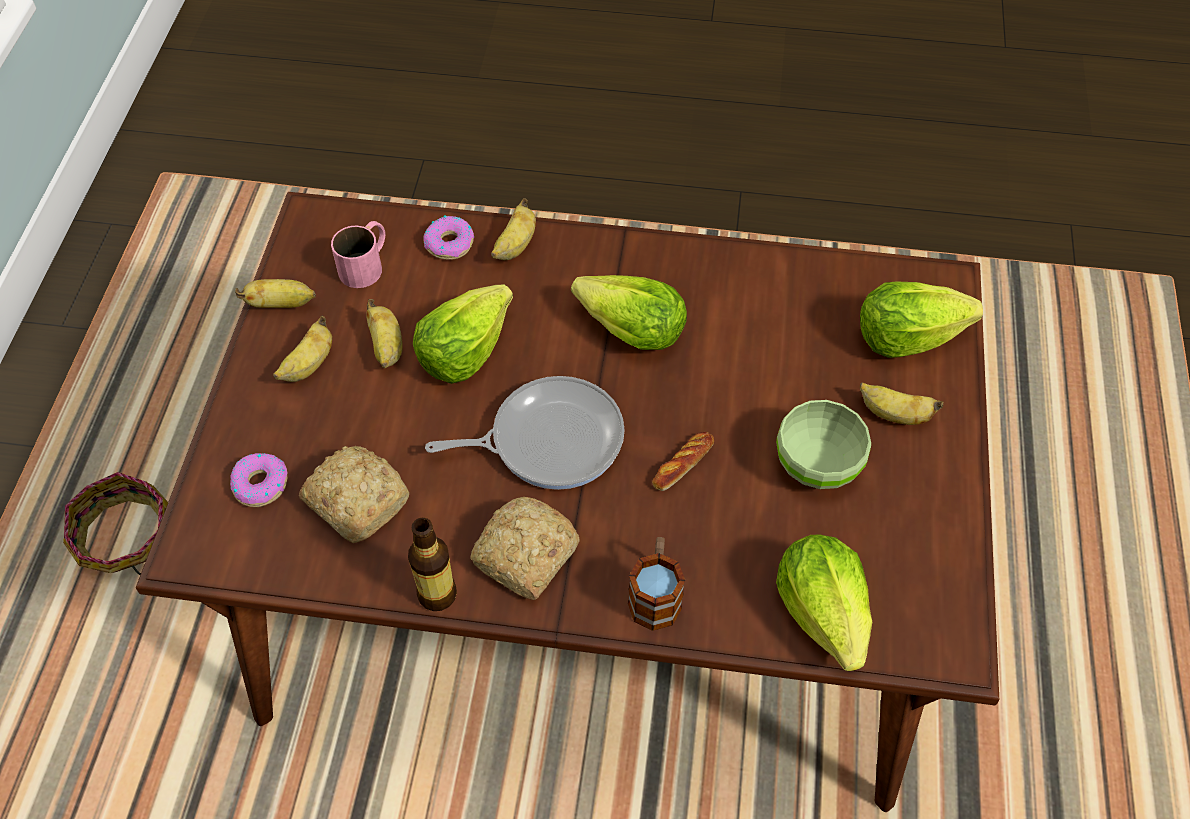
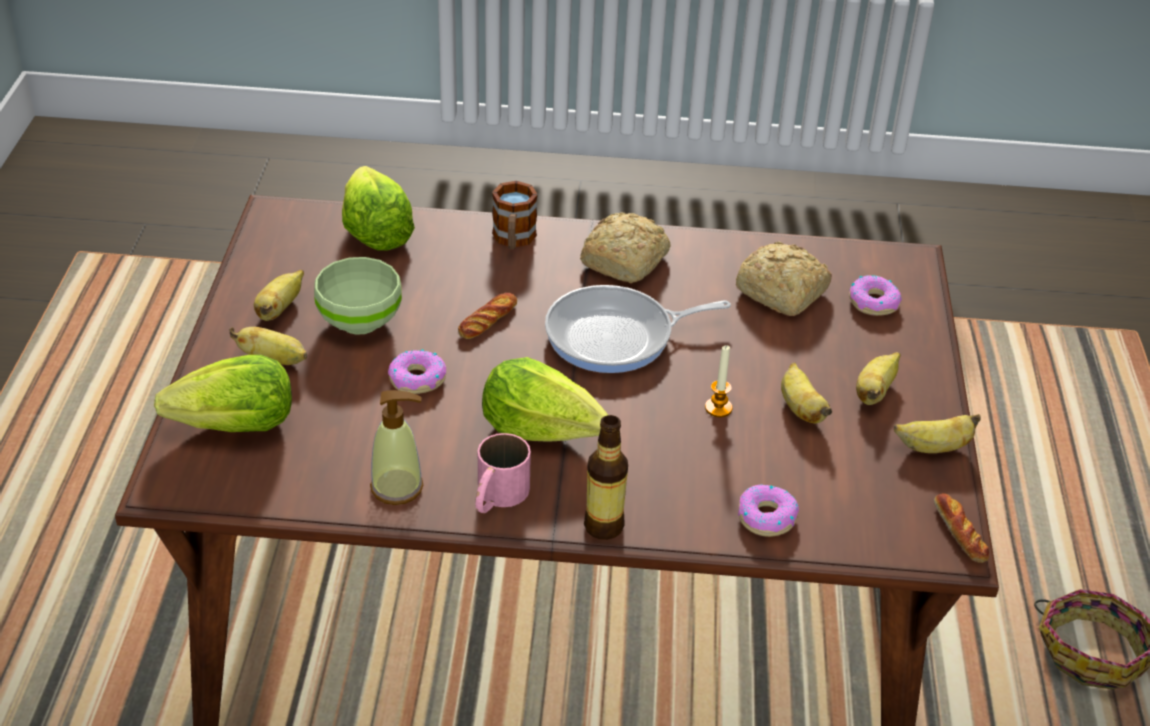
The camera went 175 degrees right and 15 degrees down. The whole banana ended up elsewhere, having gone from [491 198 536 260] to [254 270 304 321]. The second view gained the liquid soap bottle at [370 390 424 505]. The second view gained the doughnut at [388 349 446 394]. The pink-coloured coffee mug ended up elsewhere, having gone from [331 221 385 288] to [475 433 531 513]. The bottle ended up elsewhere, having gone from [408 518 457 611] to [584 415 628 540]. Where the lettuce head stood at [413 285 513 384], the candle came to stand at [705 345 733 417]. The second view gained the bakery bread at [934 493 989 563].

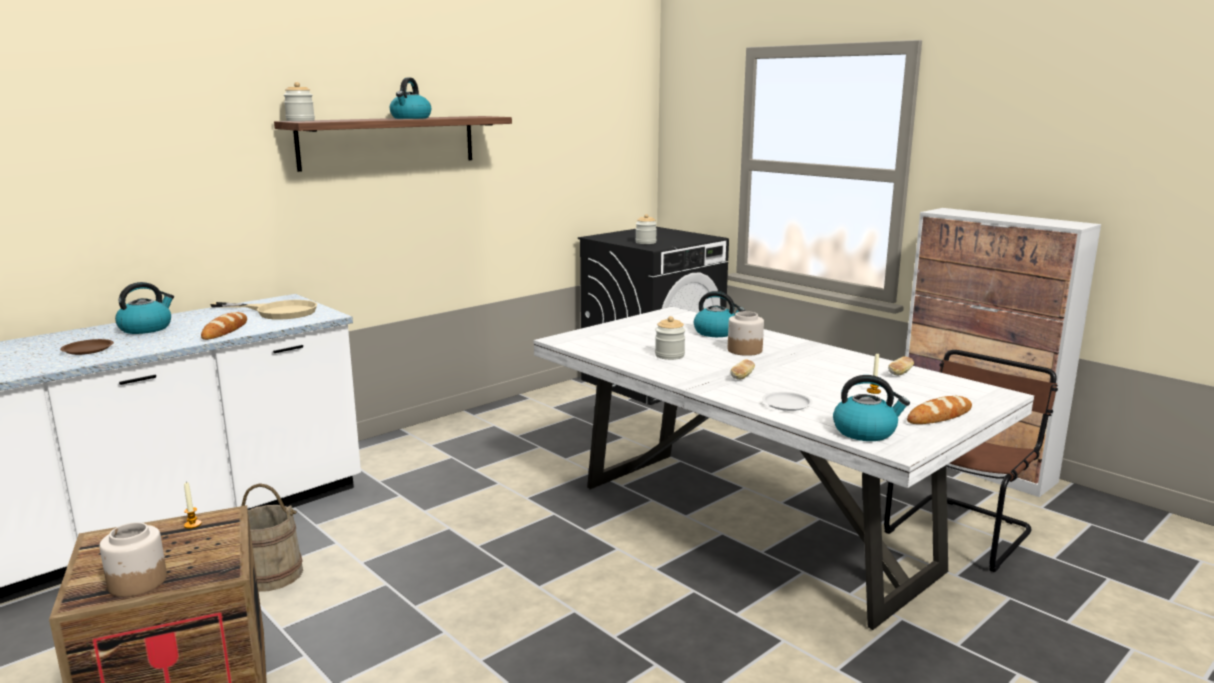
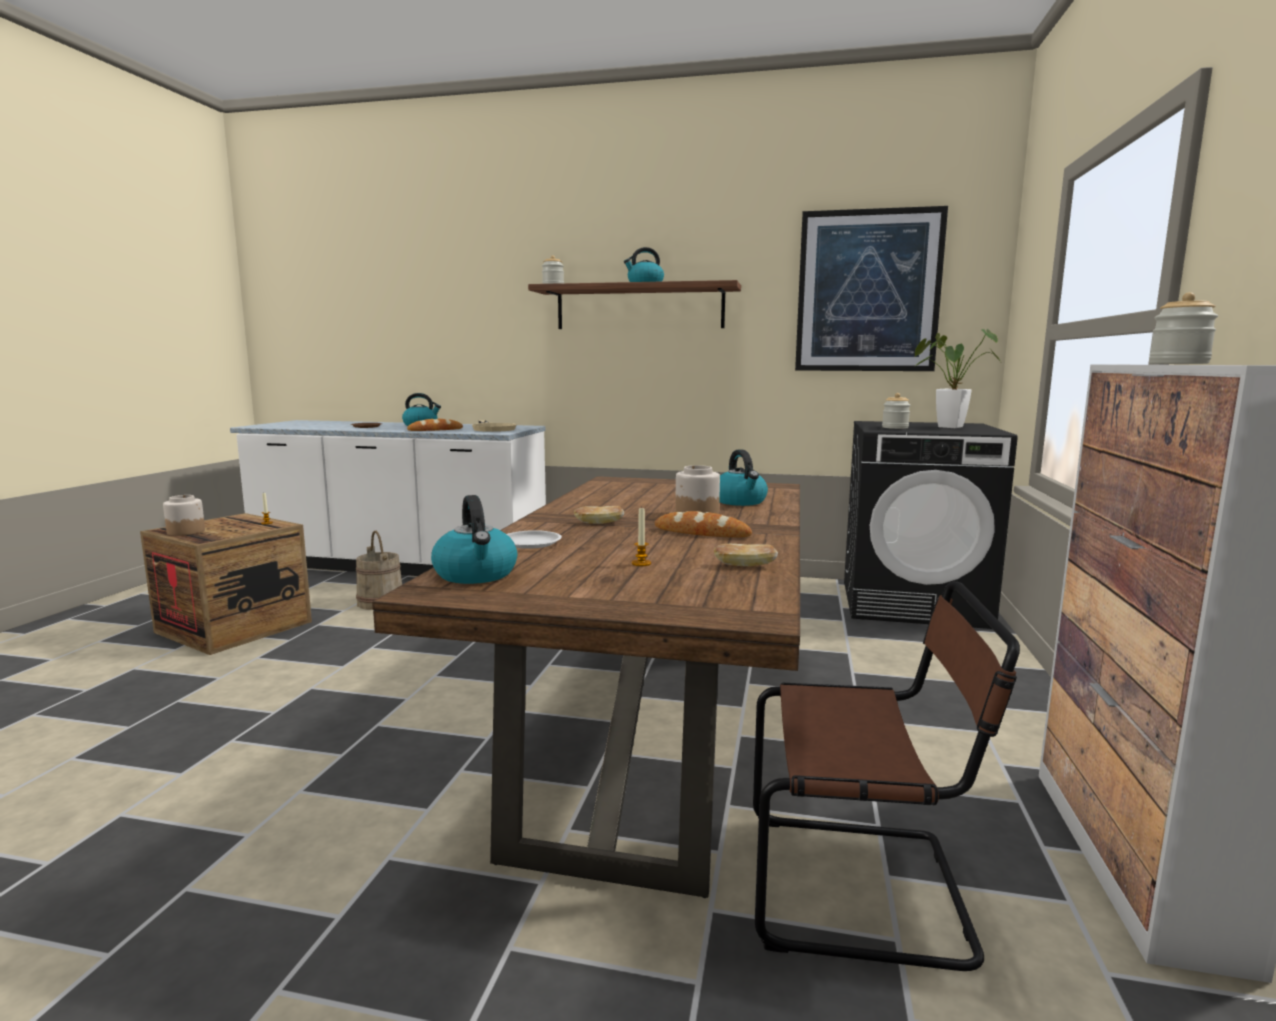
The camera went 55 degrees right and 5 degrees down. What was the whitish kitchen table at [534 307 1034 630] turned into the brown-coloured kitchen table at [372 476 800 898]. The bakery bread ended up elsewhere, having gone from [907 396 972 424] to [655 511 752 538]. The second view gained the wall art at [795 206 948 371]. The second view gained the houseplant at [914 329 1001 428]. The jar ended up elsewhere, having gone from [655 316 686 360] to [1149 292 1218 364].

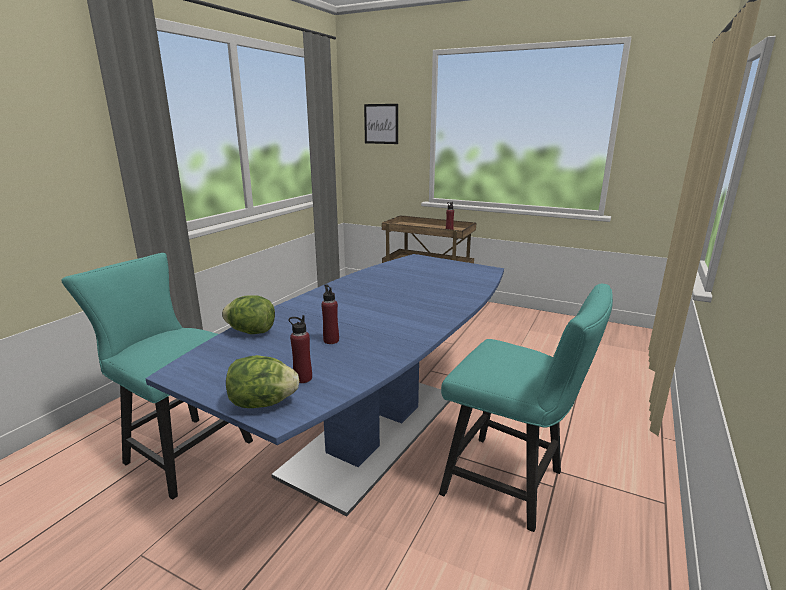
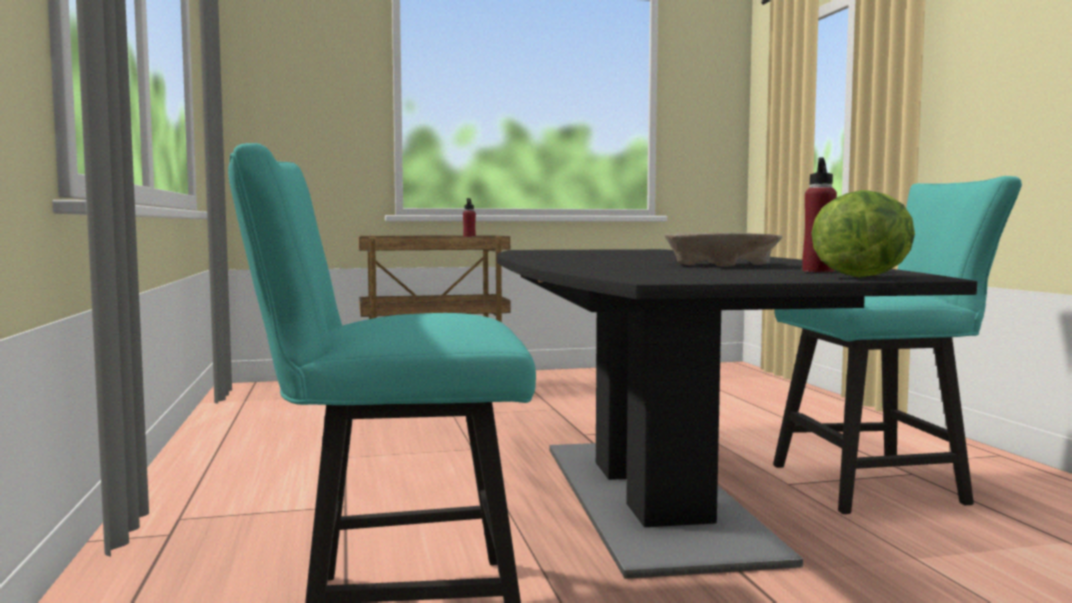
The camera went 40 degrees left and 15 degrees down. What was the blue kitchen table at [146 254 504 516] turned into the blackish kitchen table at [497 249 977 579]. Where the red-coloured bottle stood at [321 284 339 344], the beige-coloured serving bowl came to stand at [665 233 782 267]. The second view lost the lettuce head at [222 295 275 334]. The second view lost the wall art at [364 104 398 144].

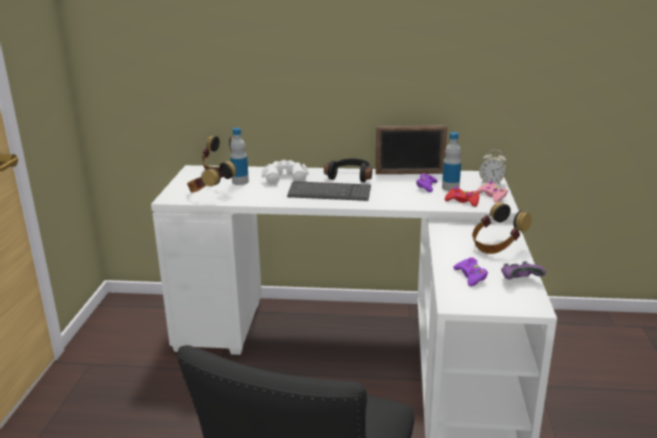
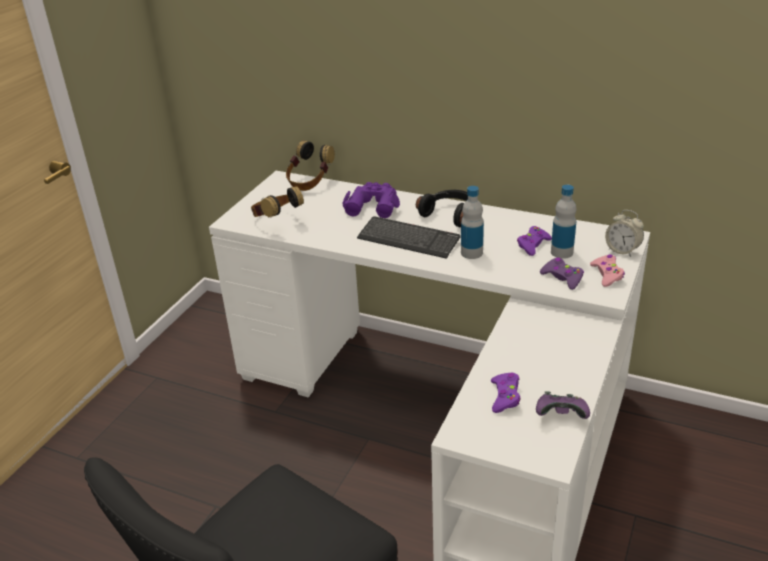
The camera went 20 degrees right and 10 degrees up. What was the whitish binoculars at [261 160 309 185] turned into the purple binoculars at [342 182 400 218]. The bottle ended up elsewhere, having gone from [230 128 249 185] to [461 186 484 259]. What was the red-coloured gamepad at [445 187 479 207] turned into the purple gamepad at [540 258 584 290]. The second view lost the standing frame at [375 125 447 174]. The second view lost the headphones at [472 202 532 254].

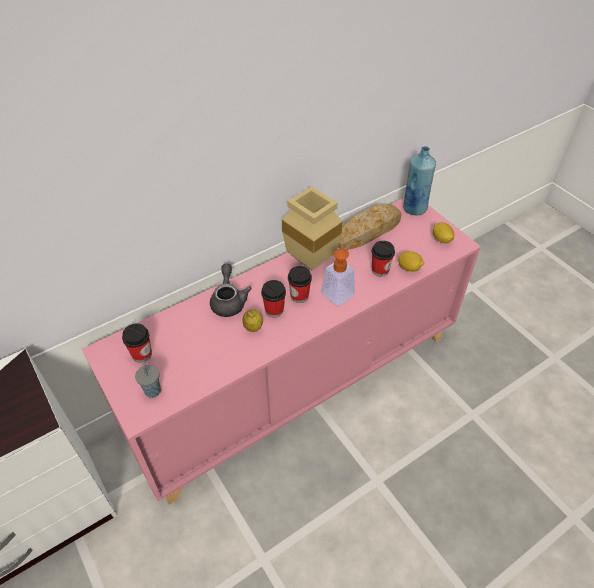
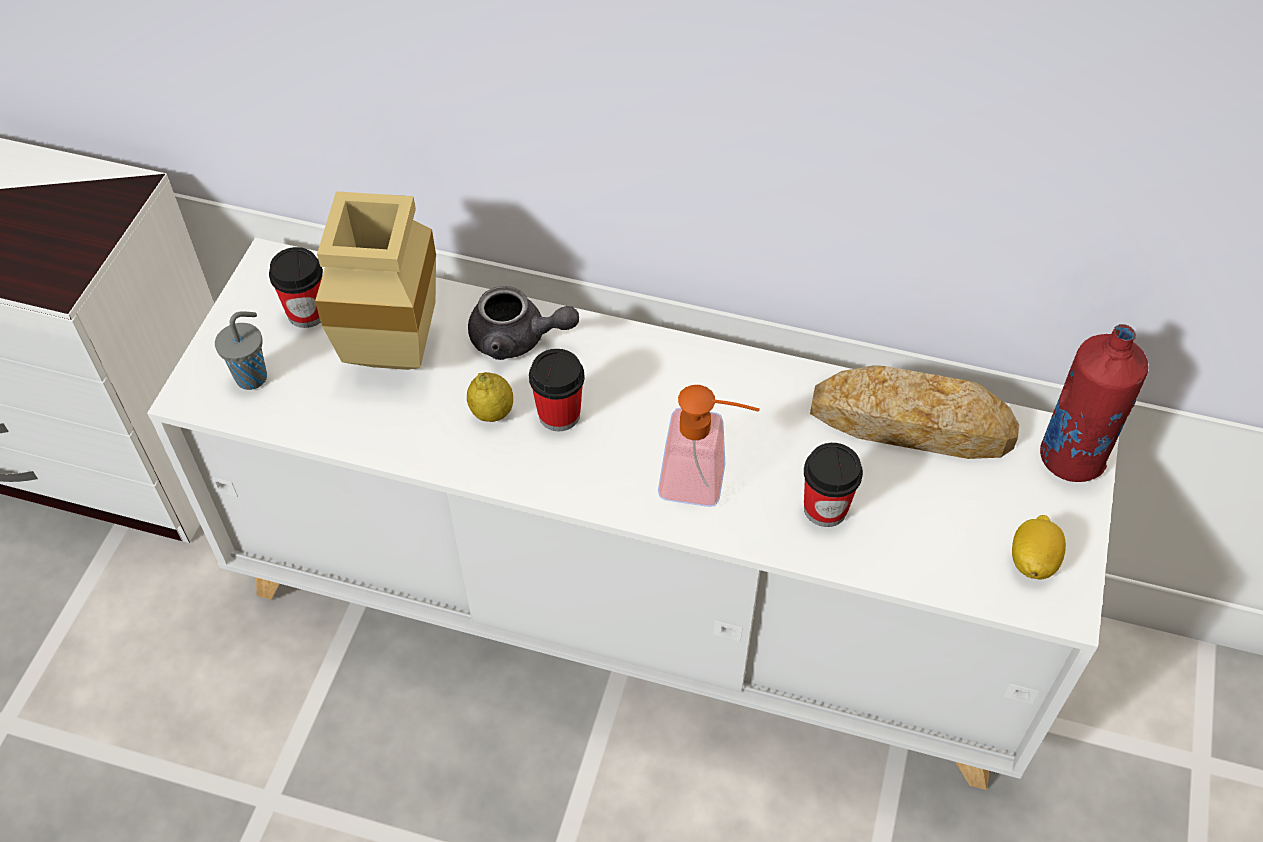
The camera went 50 degrees right and 5 degrees up. What was the pink-coloured storage cabinet at [82 198 481 505] turned into the whitish storage cabinet at [147 238 1119 790]. The beige-coloured flower vase ended up elsewhere, having gone from [282 186 343 270] to [315 191 436 370]. The greyish teapot at [210 264 252 317] ended up facing another way, 60 degrees clockwise from before. What was the blue bottle at [403 146 436 215] turned into the red-coloured bottle at [1040 324 1149 482]. The second view lost the cup at [288 266 312 303]. The second view lost the citrus fruit at [398 251 424 272].

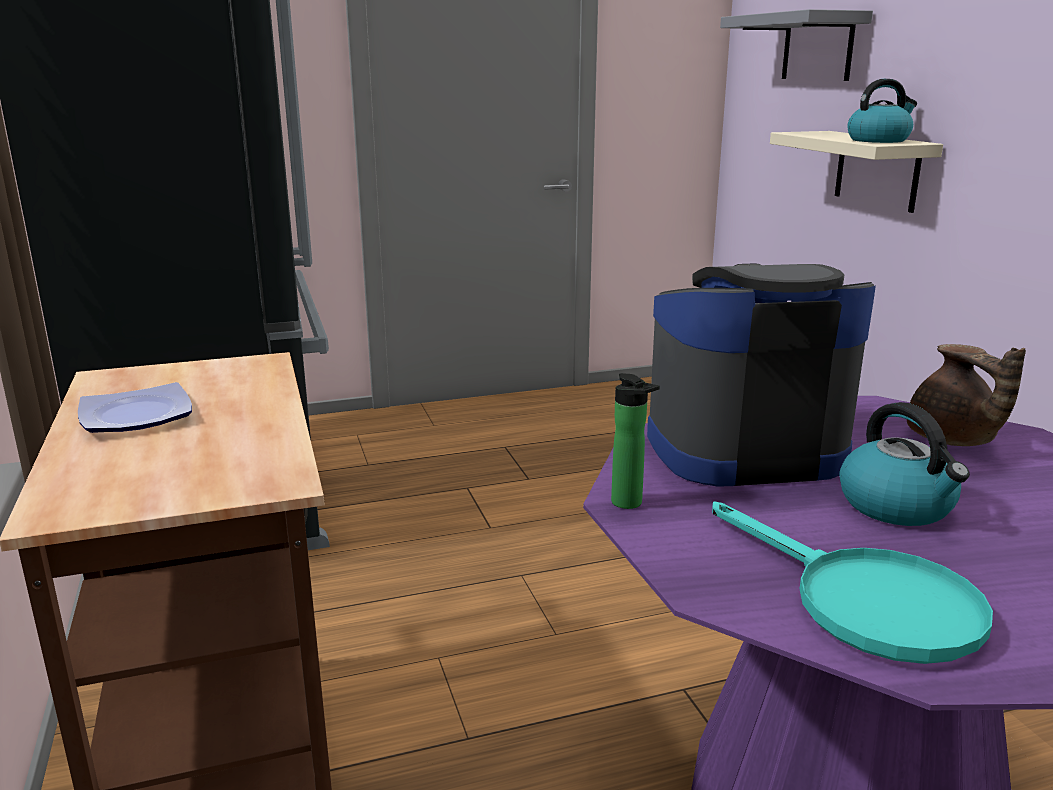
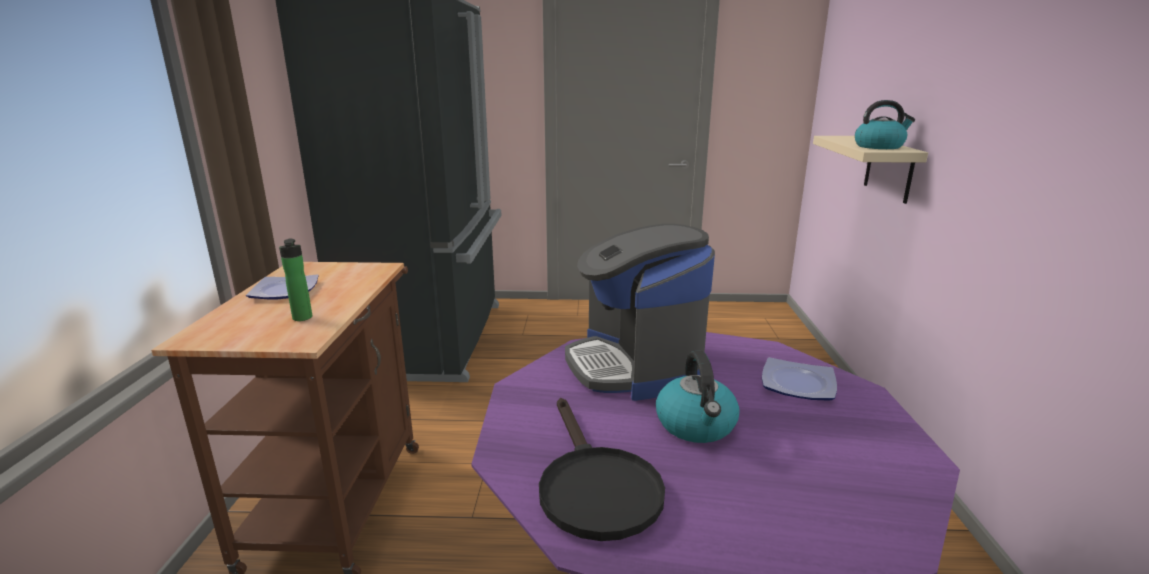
The camera went 20 degrees right and 0 degrees up. The bottle ended up elsewhere, having gone from [611 373 660 509] to [279 238 312 321]. What was the turquoise skillet at [712 502 993 664] turned into the blackish skillet at [539 398 665 541]. The coffee brewer at [647 263 876 487] ended up facing another way, 120 degrees counterclockwise from before. Where the brown-coloured teapot stood at [907 344 1026 446], the plate came to stand at [762 357 837 401]. The second view lost the greyish wall shelf at [720 9 873 81].

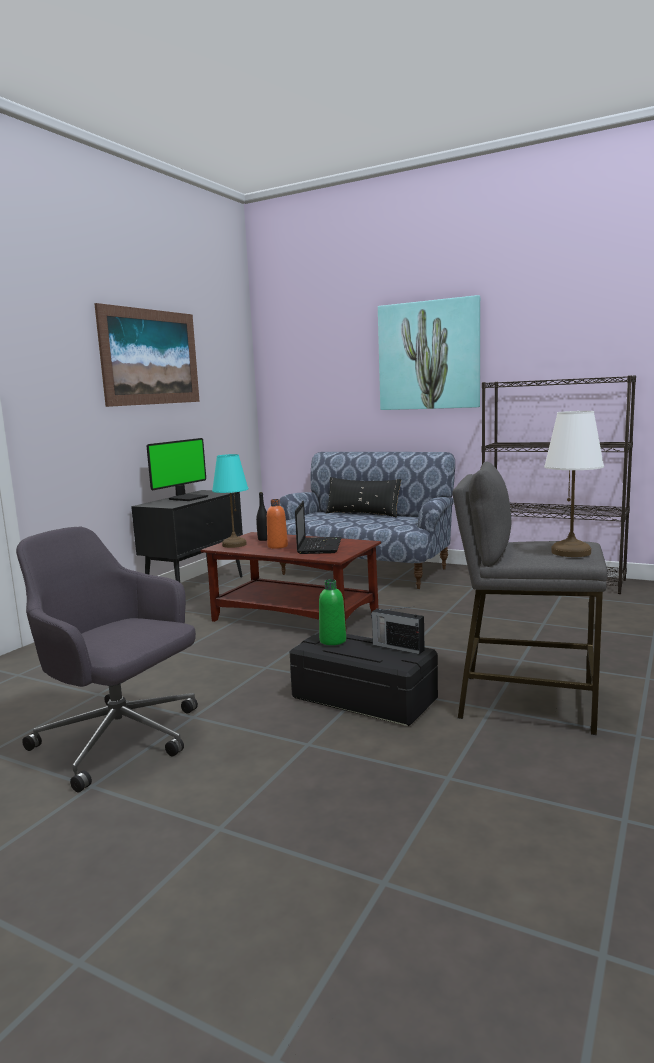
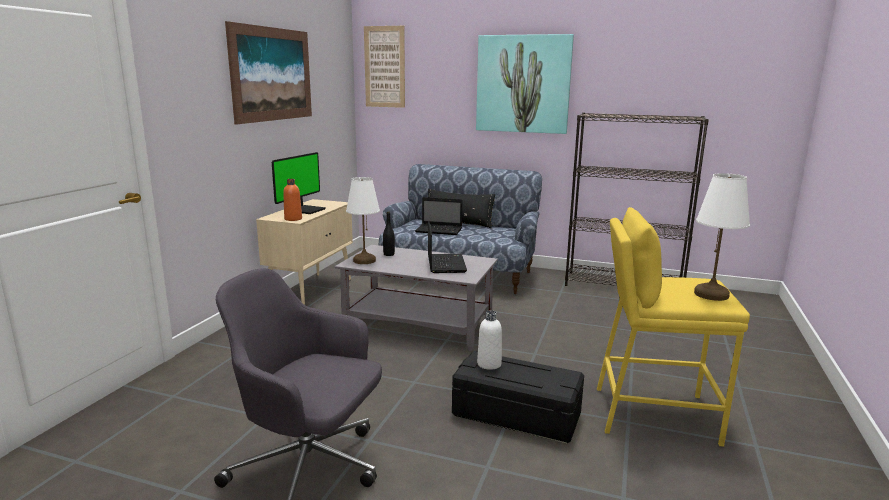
The camera went 10 degrees left and 5 degrees up. What was the blackish storage cabinet at [131 490 243 582] turned into the beige-coloured storage cabinet at [256 199 353 305]. The orangey bottle ended up elsewhere, having gone from [267 499 288 549] to [283 179 302 221]. What was the brown-coloured lounge table at [201 532 381 626] turned into the greyish lounge table at [335 245 498 351]. What was the turquoise lamp for a table at [212 454 248 548] turned into the whitish lamp for a table at [346 177 380 264]. The second view gained the wall art at [364 26 405 108]. The second view gained the notebook computer at [415 197 462 235]. What was the greenish bottle at [319 579 346 645] turned into the whitish bottle at [477 310 502 370]. What was the greyish sitting stool at [452 462 608 735] turned into the yellow-coloured sitting stool at [597 207 750 447]. The second view lost the radio receiver at [371 607 425 654].

